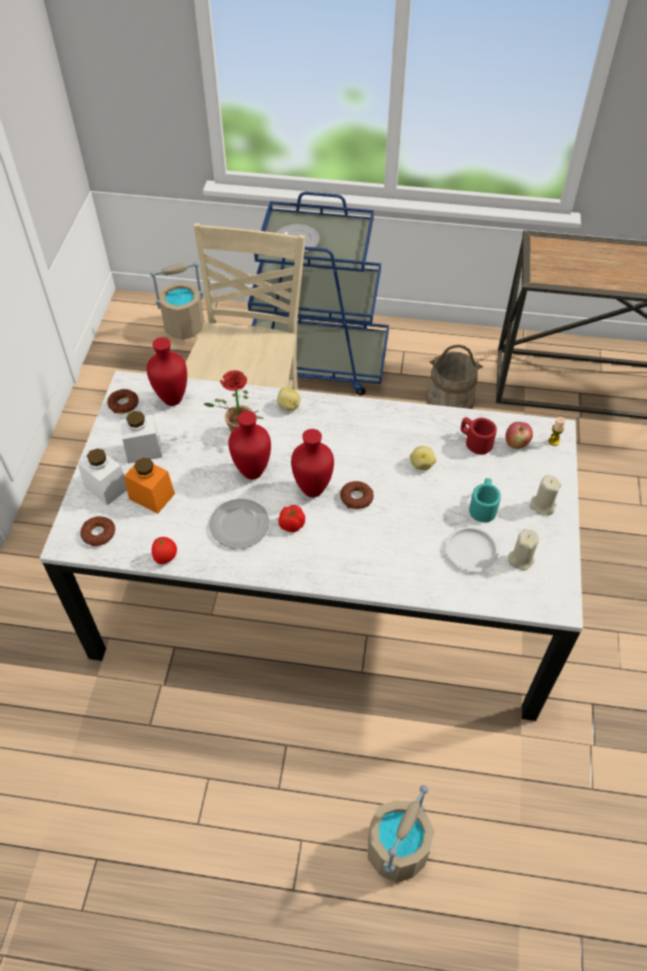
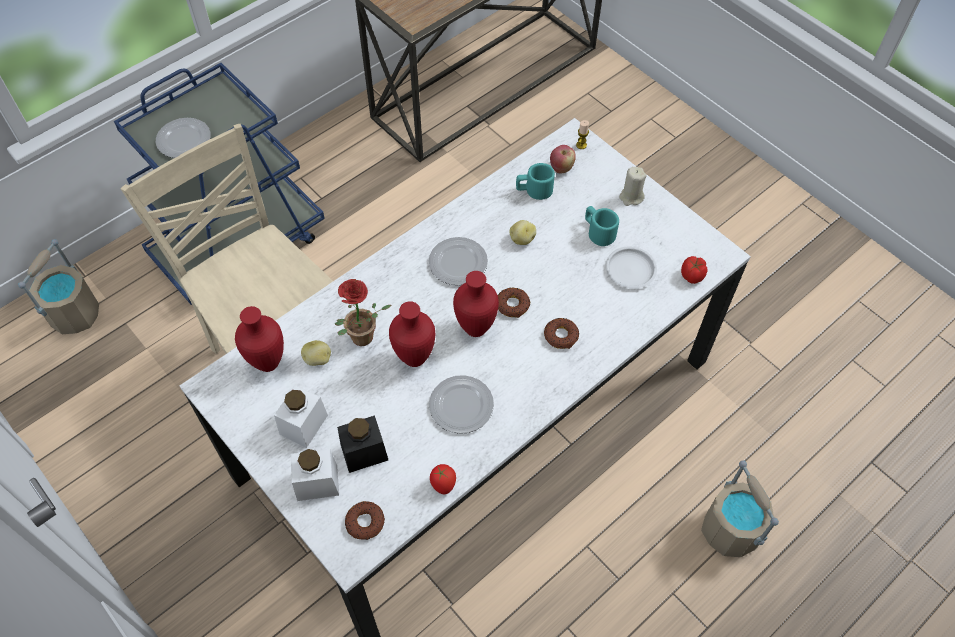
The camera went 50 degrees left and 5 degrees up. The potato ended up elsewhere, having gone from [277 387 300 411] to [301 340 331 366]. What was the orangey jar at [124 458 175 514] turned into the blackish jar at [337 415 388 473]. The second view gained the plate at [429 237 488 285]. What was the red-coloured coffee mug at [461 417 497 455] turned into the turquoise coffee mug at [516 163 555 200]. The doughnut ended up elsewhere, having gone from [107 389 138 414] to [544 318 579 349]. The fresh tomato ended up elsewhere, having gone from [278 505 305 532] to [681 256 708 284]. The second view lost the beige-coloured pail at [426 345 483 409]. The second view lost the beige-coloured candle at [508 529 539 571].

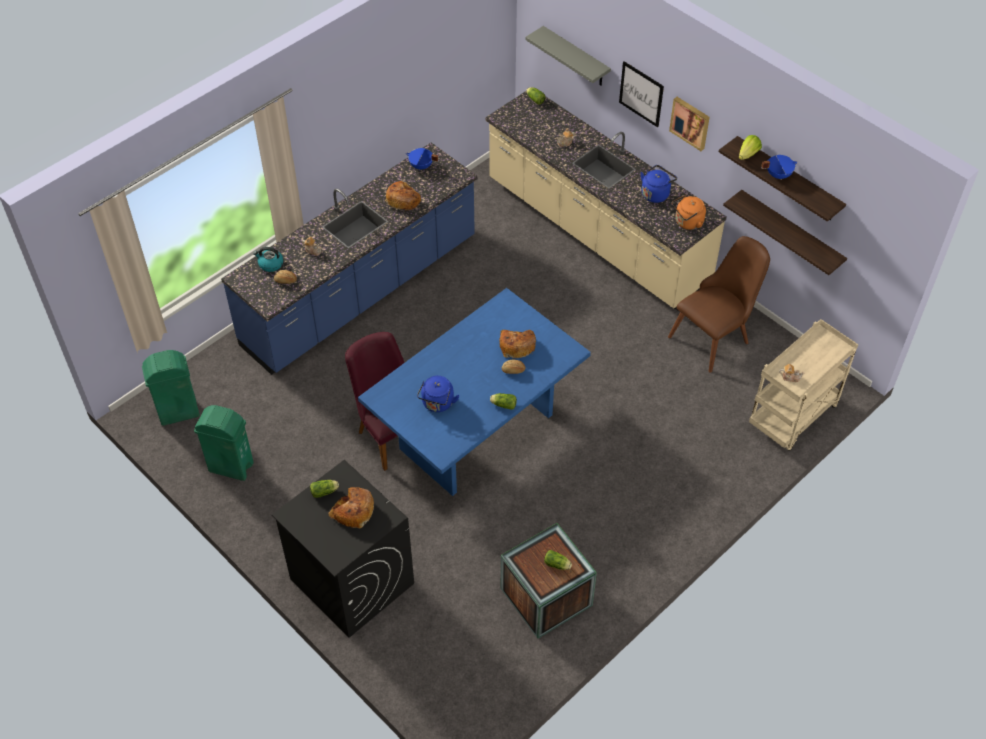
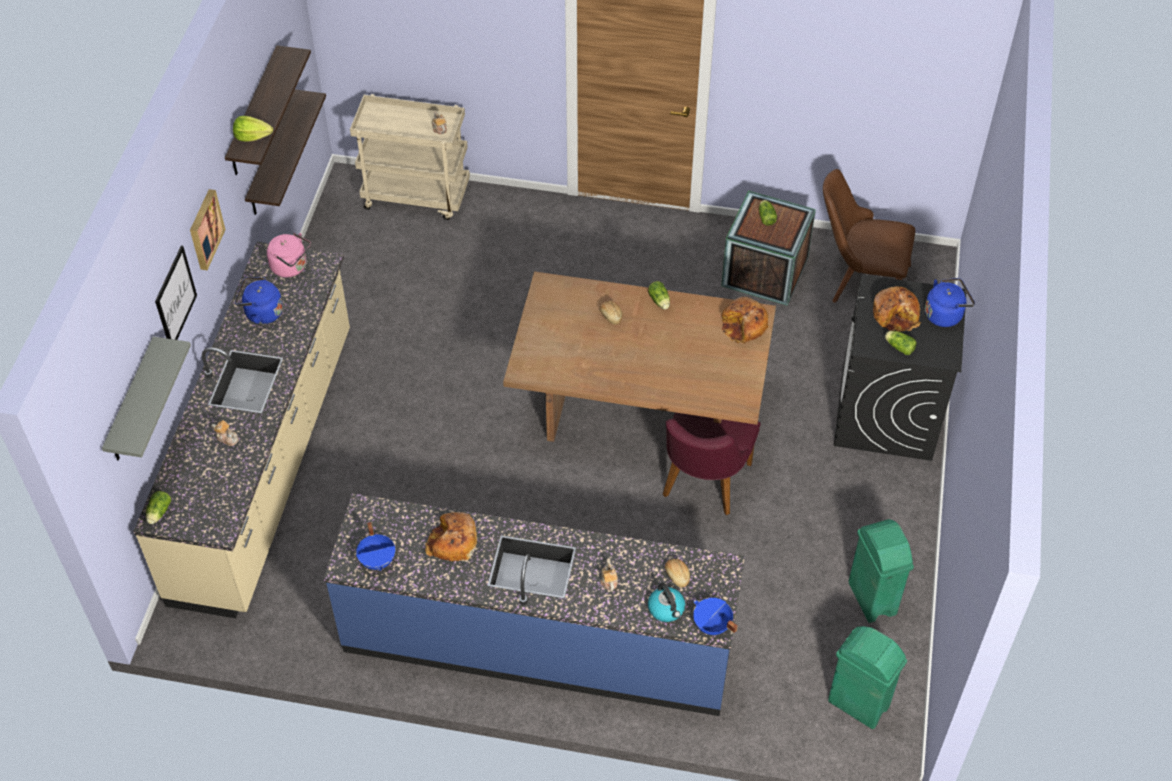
The camera went 125 degrees left and 0 degrees up. What was the orangey kettle at [672 195 706 230] turned into the pink-coloured kettle at [267 233 311 277]. What was the blue kitchen table at [358 288 591 496] turned into the brown-coloured kitchen table at [503 271 776 442]. The blue cooking pot ended up elsewhere, having gone from [761 155 798 180] to [693 598 738 635]. The bakery bread ended up elsewhere, having gone from [500 330 536 359] to [722 297 769 344]. The brown-coloured plain chair ended up elsewhere, having gone from [668 236 770 373] to [823 169 915 303]. The blue kettle ended up elsewhere, having gone from [417 376 460 412] to [925 278 975 327].

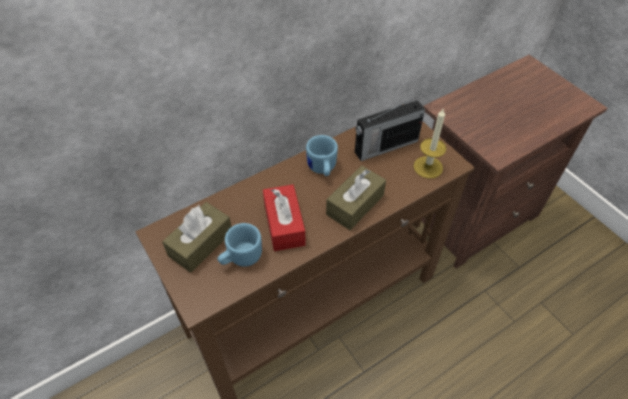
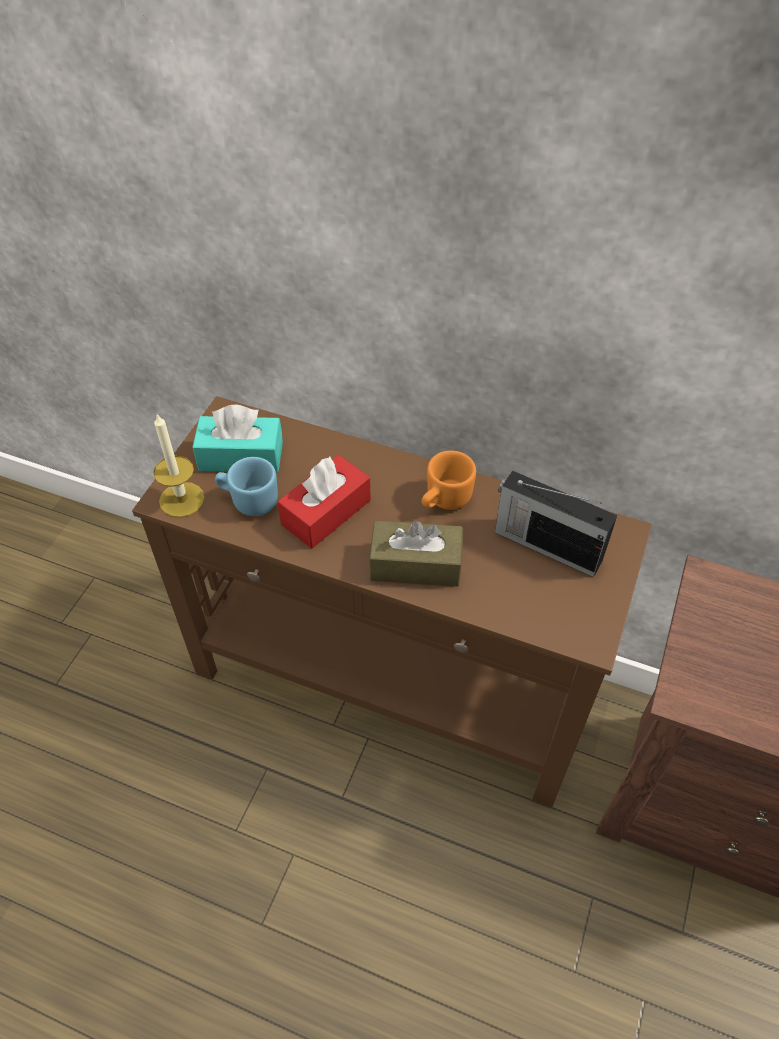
The camera went 55 degrees right and 0 degrees up. The candle ended up elsewhere, having gone from [414 109 447 179] to [153 414 205 518]. What was the brown-coloured box of tissues at [162 202 231 273] turned into the turquoise box of tissues at [192 405 283 473]. What was the blue coffee mug at [306 135 338 176] turned into the orangey coffee mug at [422 451 476 510].

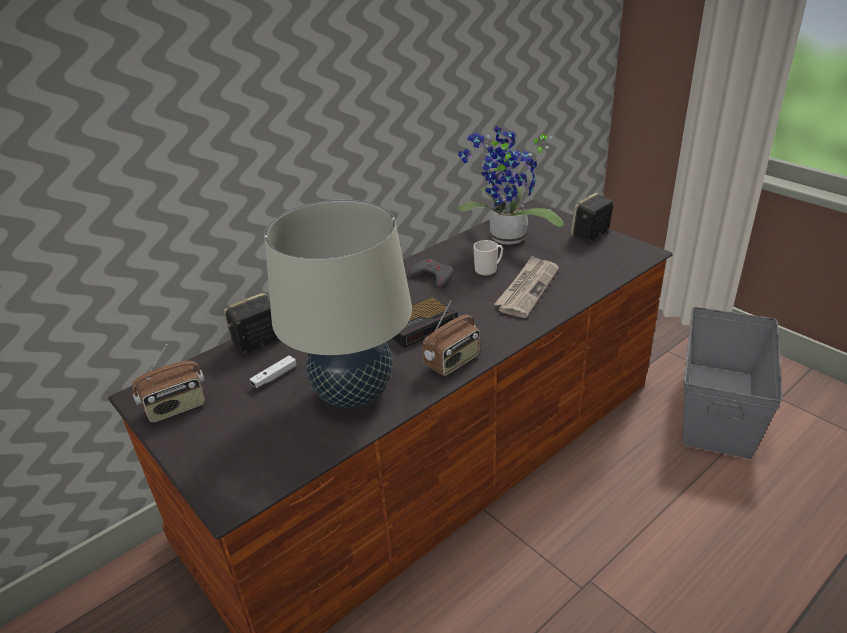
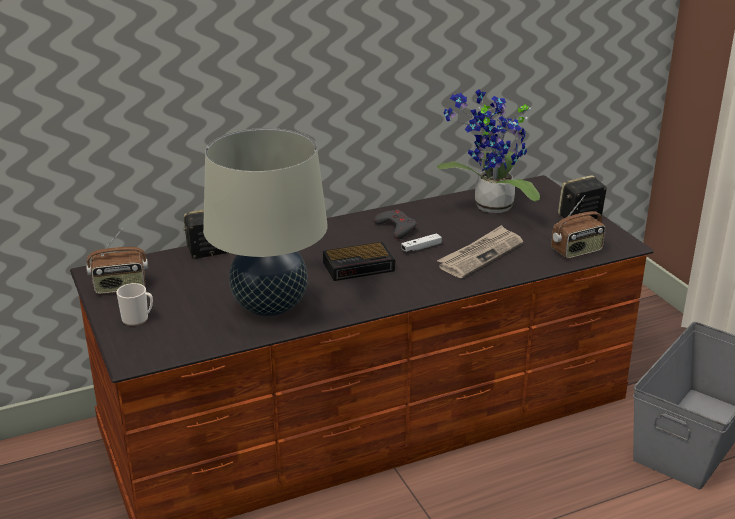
The camera went 15 degrees right and 5 degrees down. The coffee mug ended up elsewhere, having gone from [473 240 503 276] to [116 283 153 326]. The whitish gamepad ended up elsewhere, having gone from [250 356 296 388] to [401 233 442 252]. The radio receiver ended up elsewhere, having gone from [423 300 480 376] to [551 195 606 259].

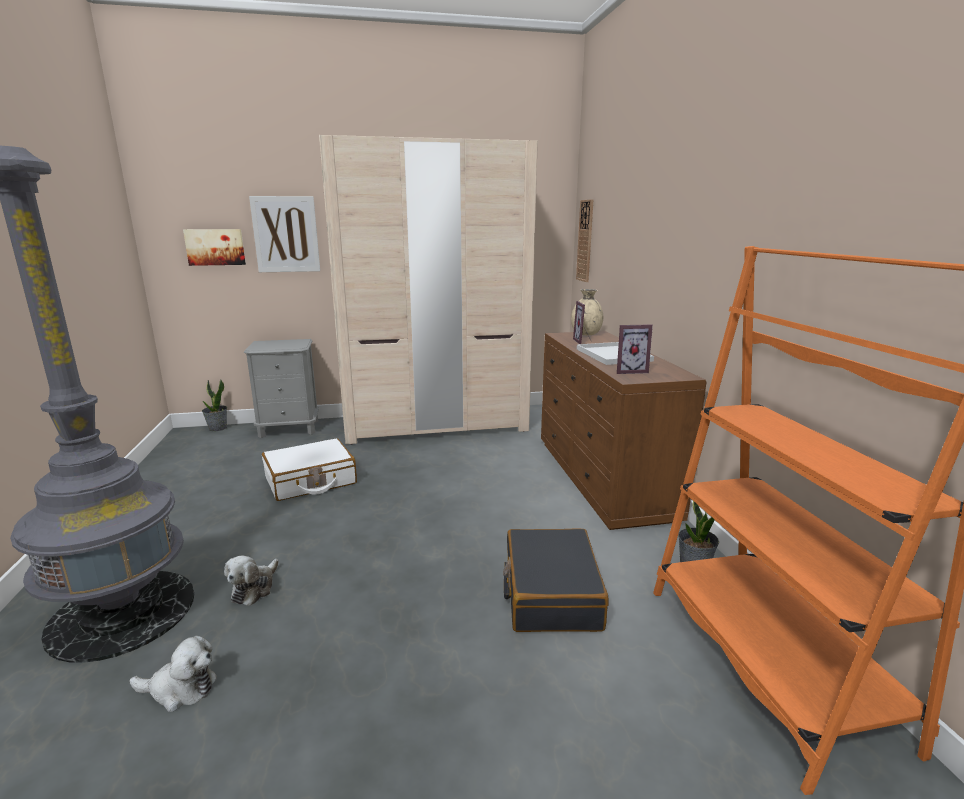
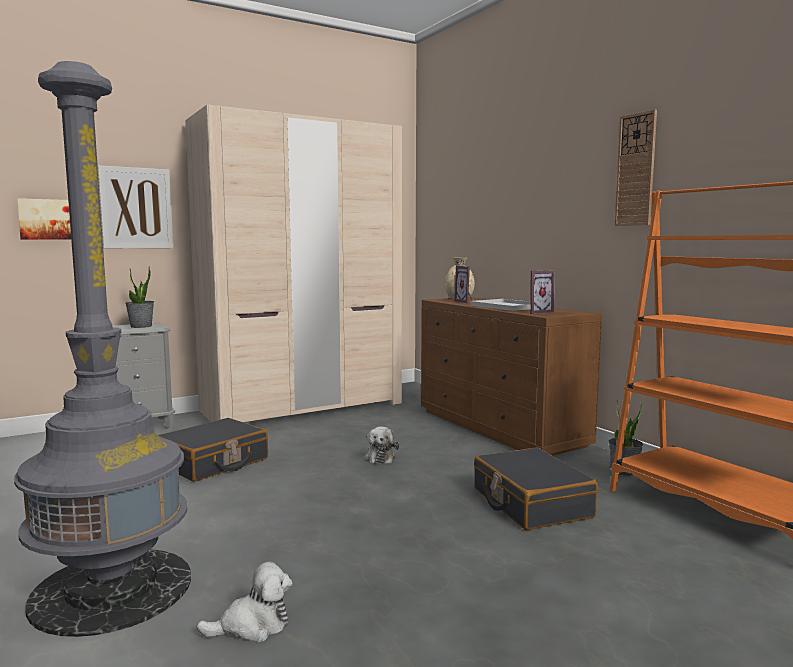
The camera went 20 degrees left and 10 degrees down. The houseplant ended up elsewhere, having gone from [202 380 227 432] to [125 266 154 328]. What was the whitish piece of luggage at [262 438 357 501] turned into the blackish piece of luggage at [158 418 268 482]. The soft toy ended up elsewhere, having gone from [224 556 279 606] to [364 427 399 464]. The clock on the wall ended up elsewhere, having gone from [576 199 593 282] to [615 109 657 226].

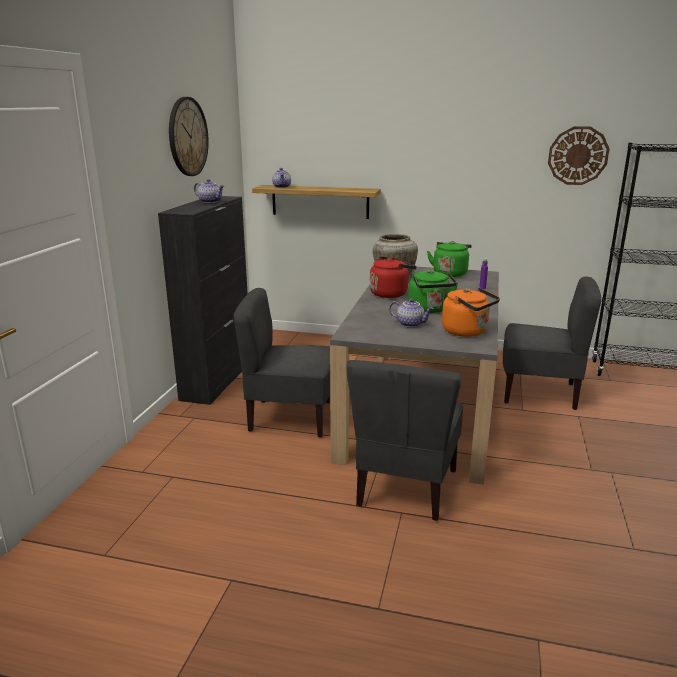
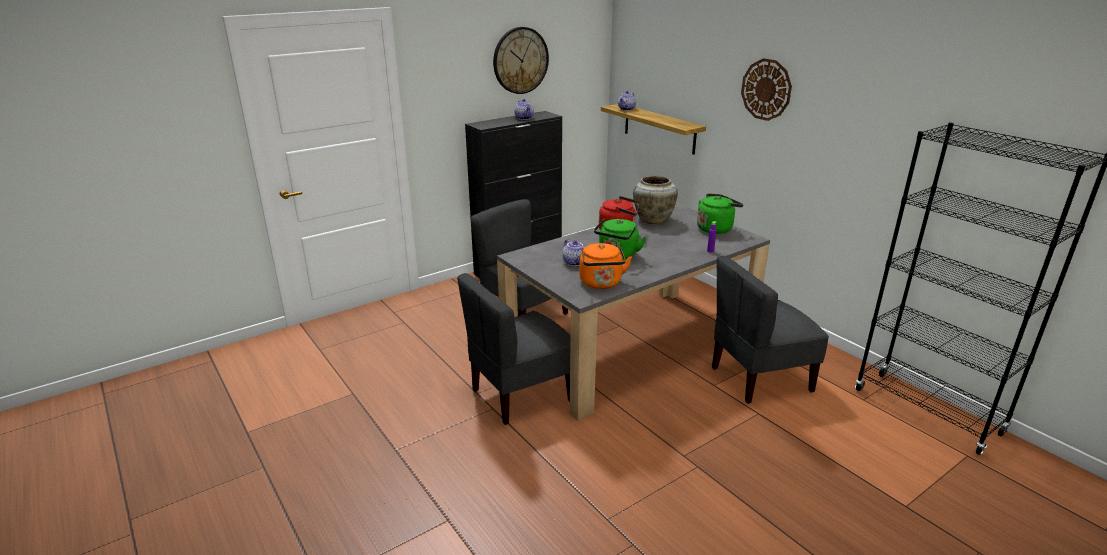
The camera went 40 degrees right and 5 degrees up. The greyish plain chair at [503 277 601 410] ended up facing another way, 105 degrees clockwise from before. The clock on the wall ended up elsewhere, having gone from [548 126 609 185] to [741 58 792 121].

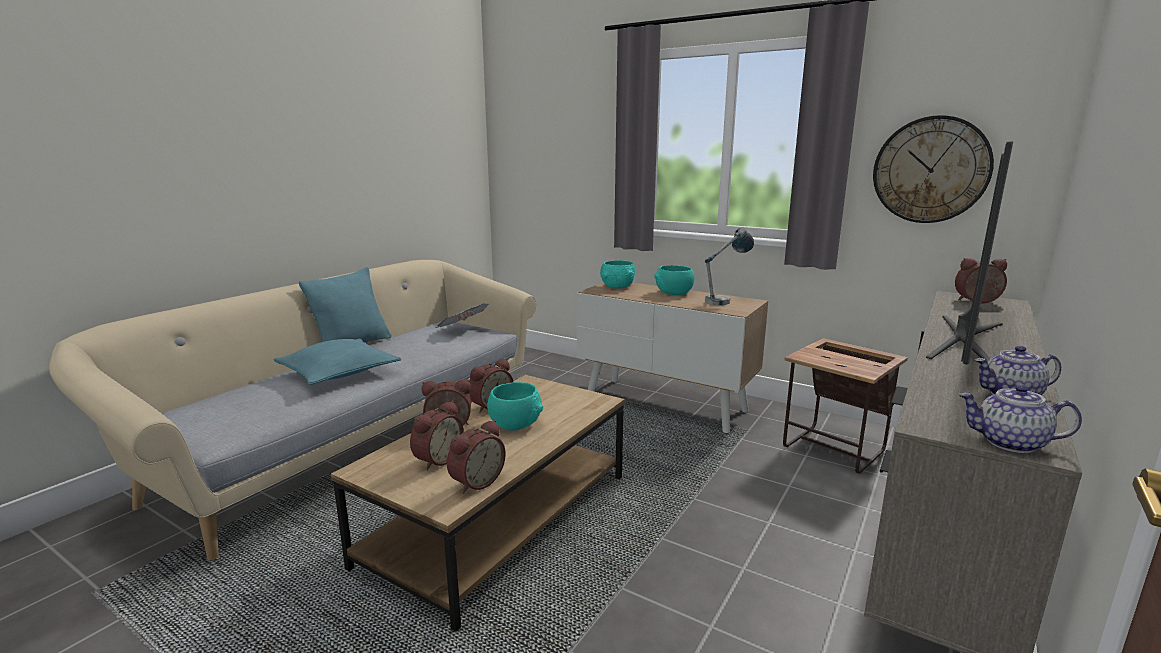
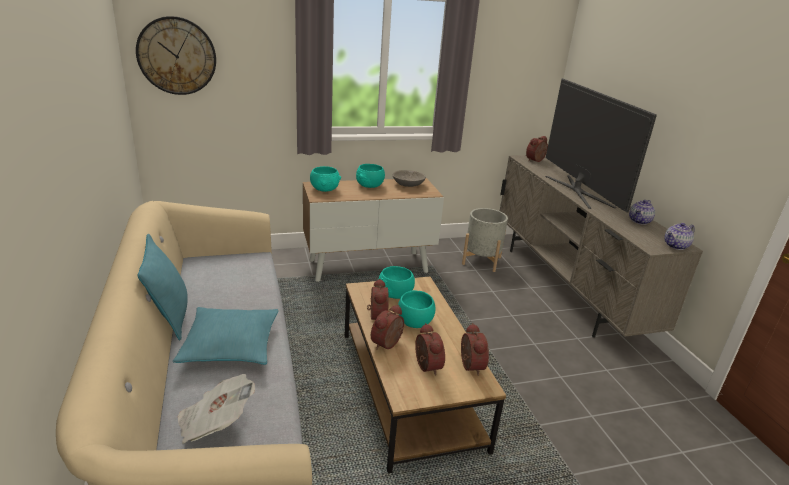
The camera went 50 degrees left and 10 degrees up. The clock on the wall ended up elsewhere, having gone from [873 115 994 223] to [136 16 216 95]. The newspaper ended up elsewhere, having gone from [435 303 489 328] to [177 374 255 444]. The second view gained the turquoise serving bowl at [379 266 415 299]. Where the lamp for a table stood at [705 227 754 305], the greyish serving bowl came to stand at [392 170 426 187]. Where the end table stood at [783 338 908 474], the greyish planter came to stand at [462 208 508 272].

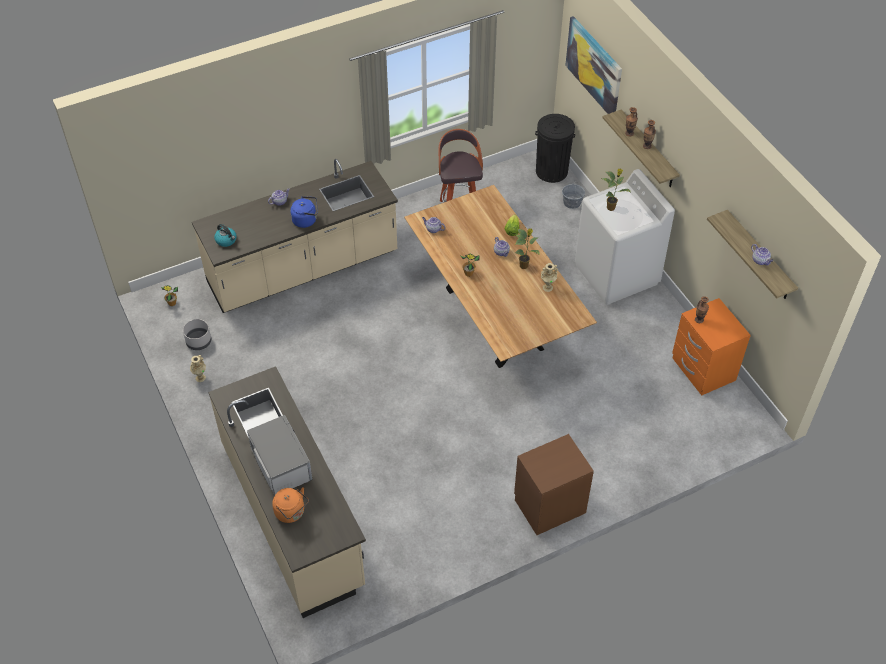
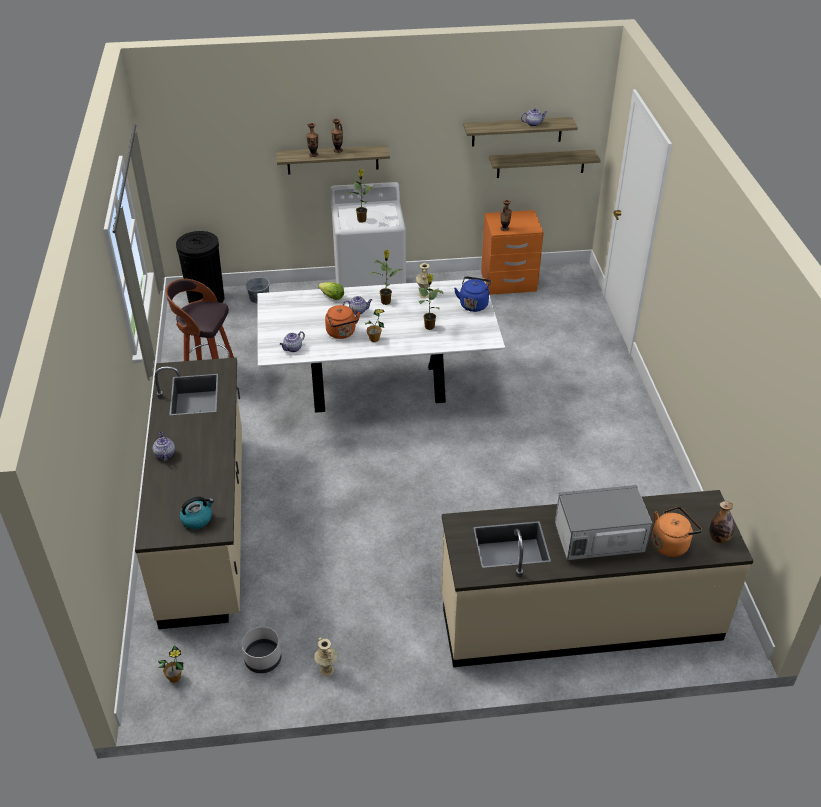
The camera went 70 degrees left and 10 degrees down. What was the brown-coloured kitchen table at [404 185 597 368] turned into the whitish kitchen table at [257 278 505 413]. The second view gained the orangey kettle at [325 305 360 339]. The second view gained the houseplant at [418 274 444 330]. The blue kettle ended up elsewhere, having gone from [290 196 317 228] to [454 276 491 312]. The second view gained the wall shelf at [489 150 601 178]. The second view gained the bottle at [709 501 735 543]. The second view lost the brown-coloured night table at [514 434 594 535]. The second view lost the wall art at [565 16 622 114].

